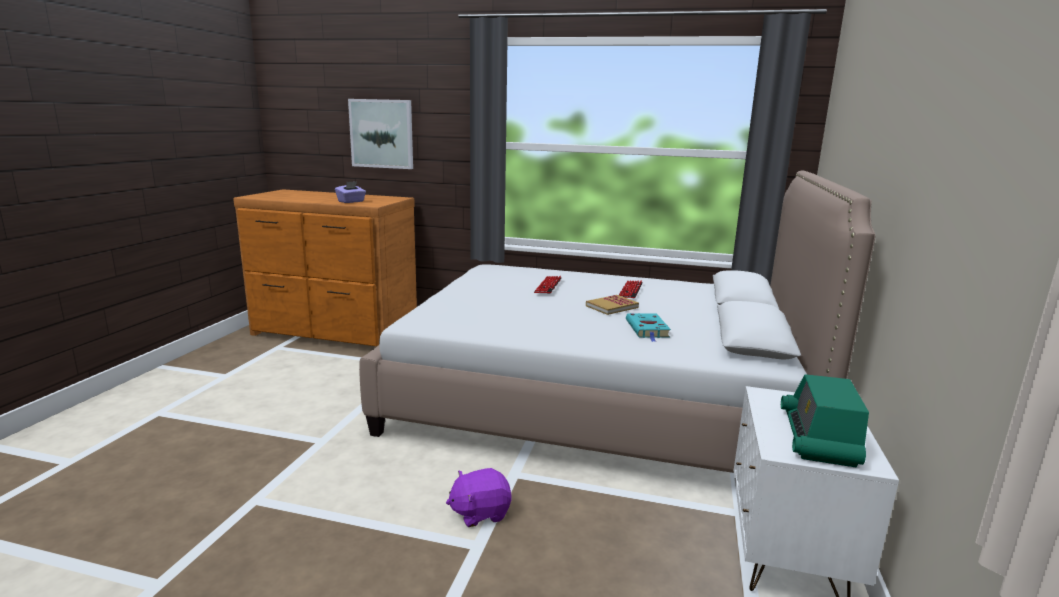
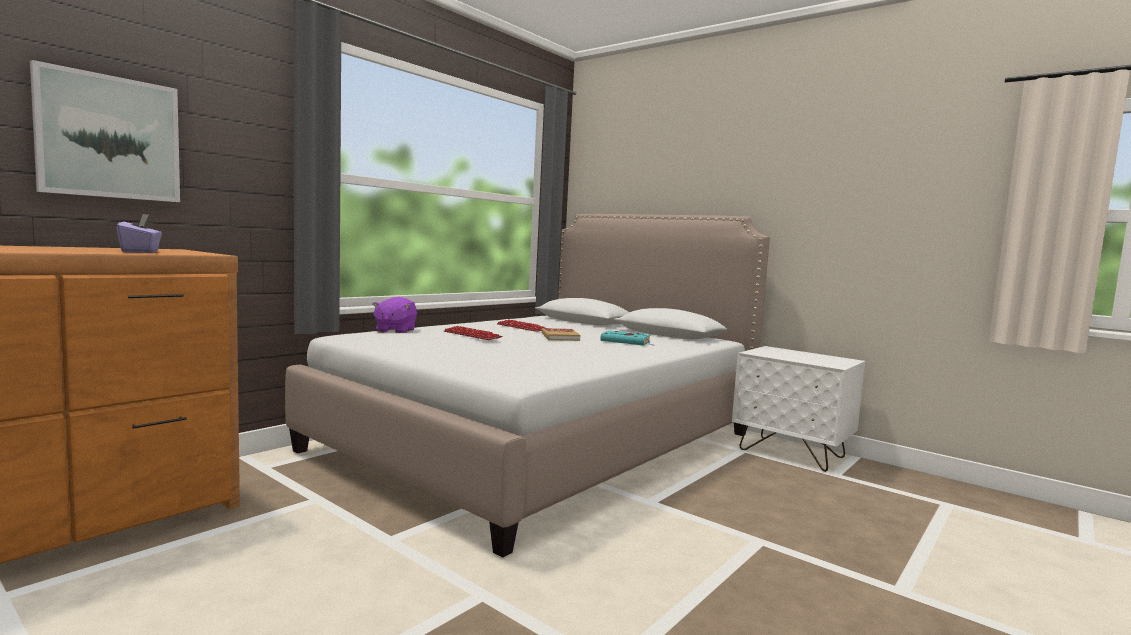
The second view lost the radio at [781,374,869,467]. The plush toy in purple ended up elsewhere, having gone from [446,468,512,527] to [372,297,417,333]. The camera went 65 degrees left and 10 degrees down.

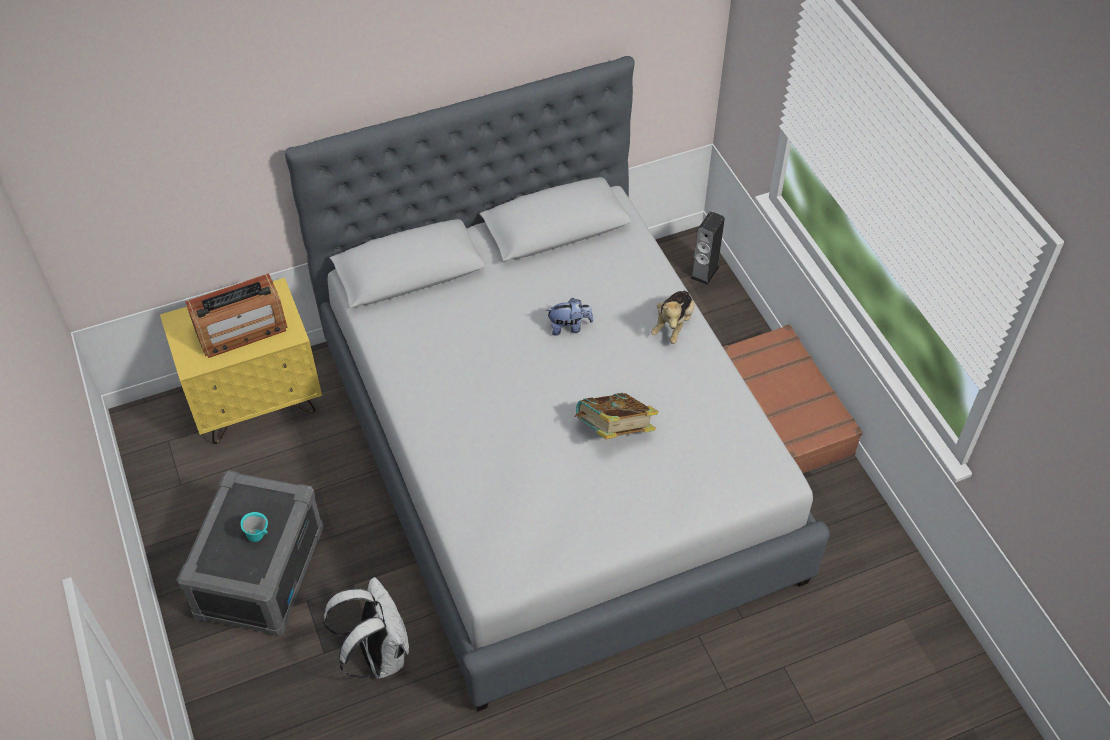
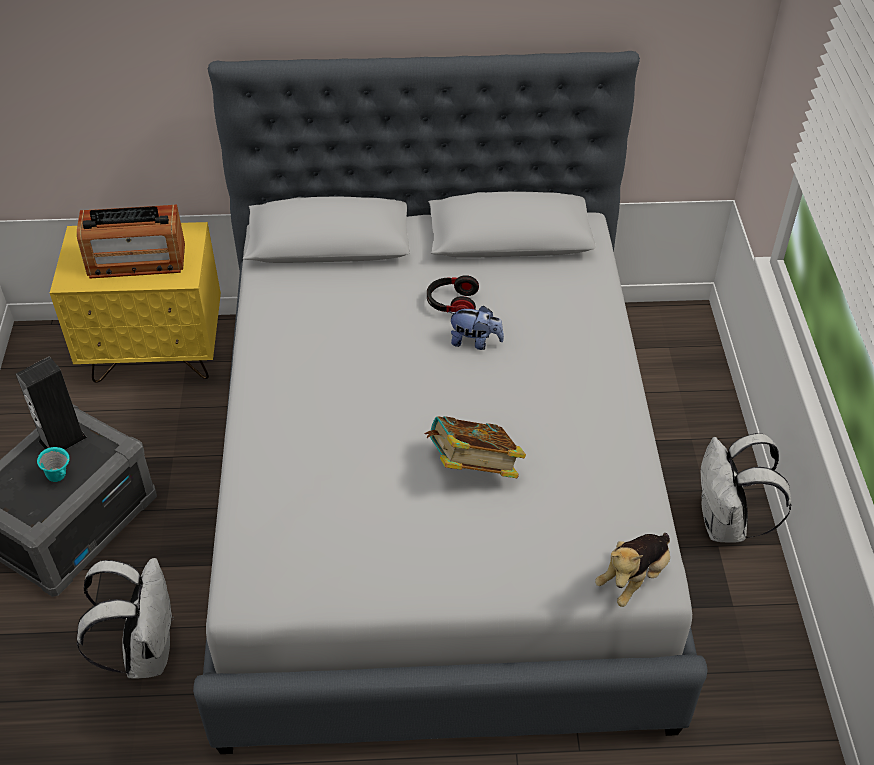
The second view gained the headphones at [427,275,479,313]. The plush toy ended up elsewhere, having gone from [651,291,695,344] to [595,533,670,607]. The speaker ended up elsewhere, having gone from [690,211,725,285] to [16,356,87,450]. Where the suitcase in brown stood at [723,324,863,473], the backpack in white came to stand at [701,433,791,542]. The camera went 20 degrees right and 5 degrees down.

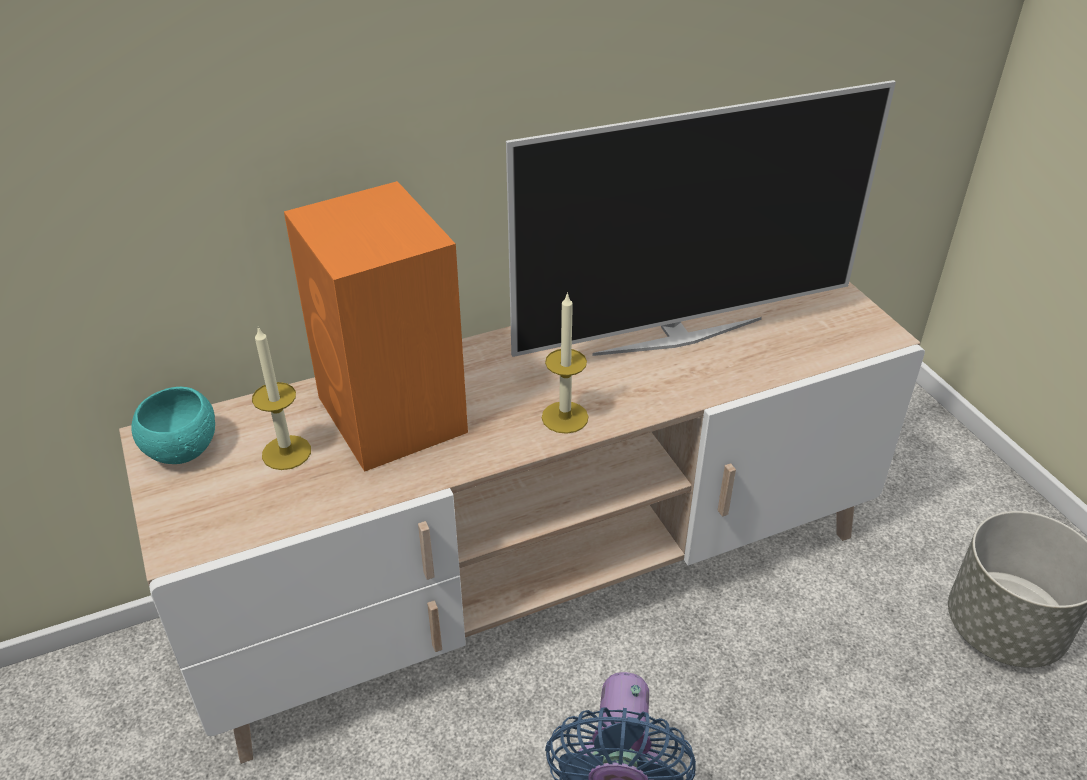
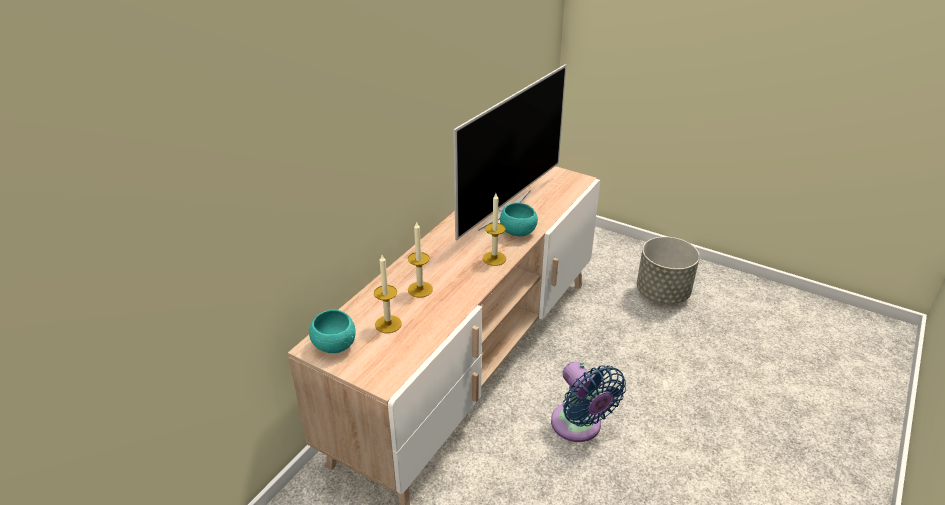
The second view gained the bowl in turquoise at [500,203,538,236]. Where the speaker in orange stood at [284,181,468,472], the candle came to stand at [408,222,433,298]. The camera went 35 degrees left and 5 degrees down.

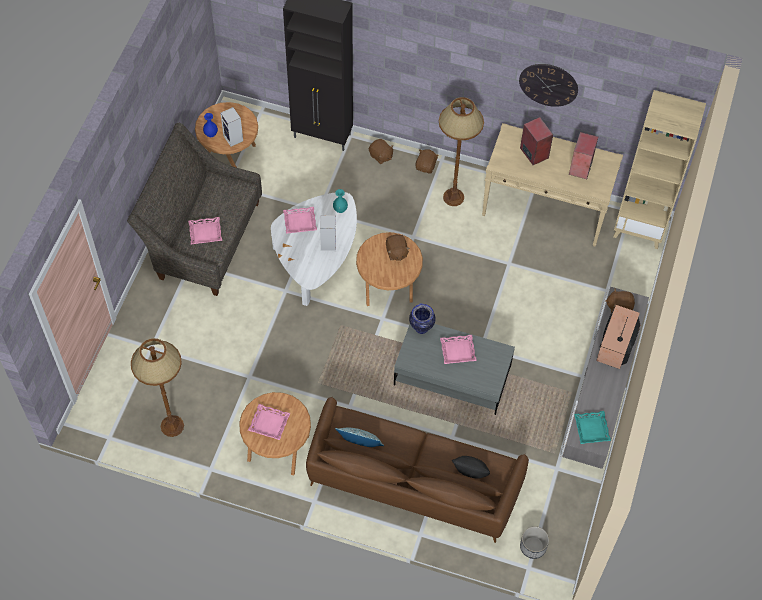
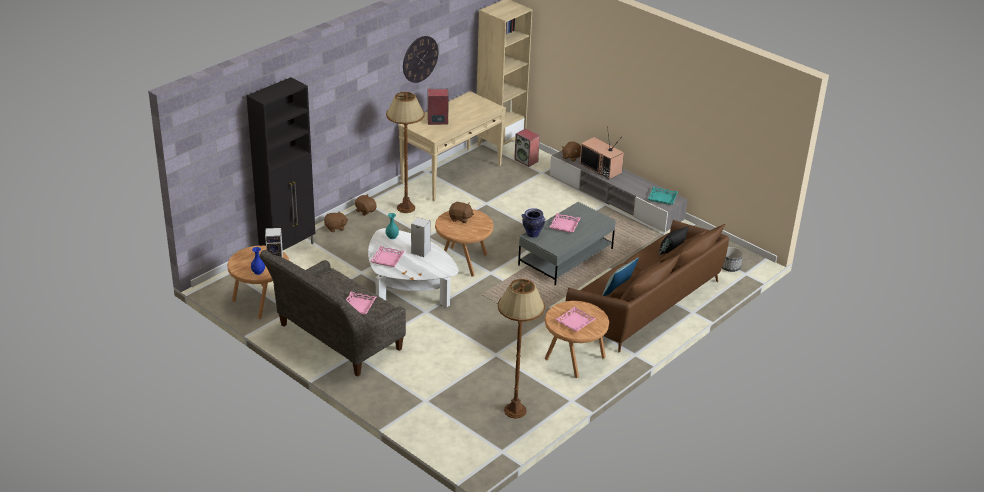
The speaker ended up elsewhere, having gone from [569,132,598,179] to [514,129,540,167]. The camera went 65 degrees left and 25 degrees down.

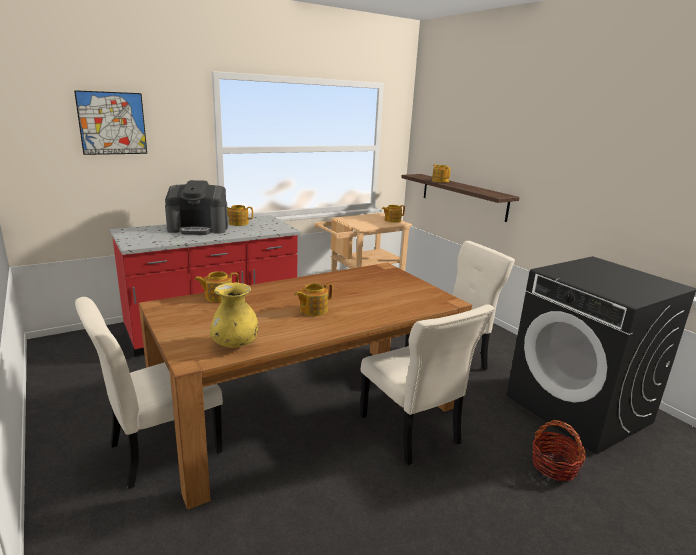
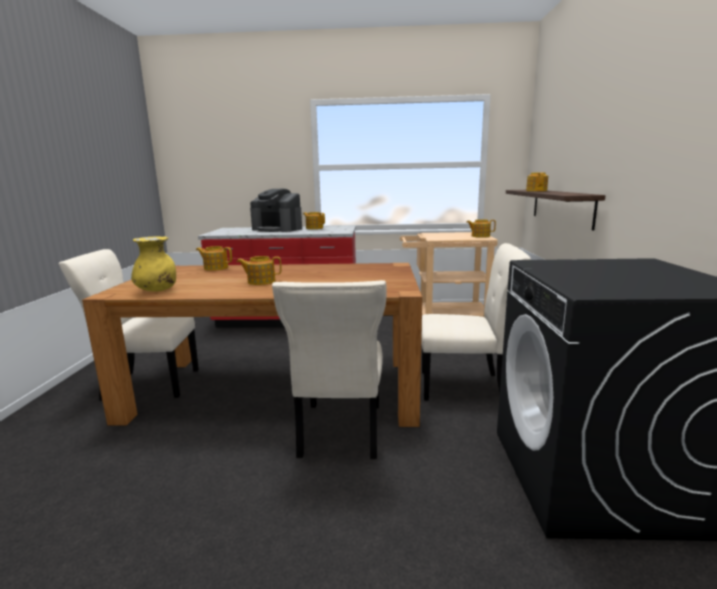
The second view lost the picture at [74,90,147,155]. The second view lost the basket at [532,420,586,481]. The camera went 35 degrees right and 5 degrees down.

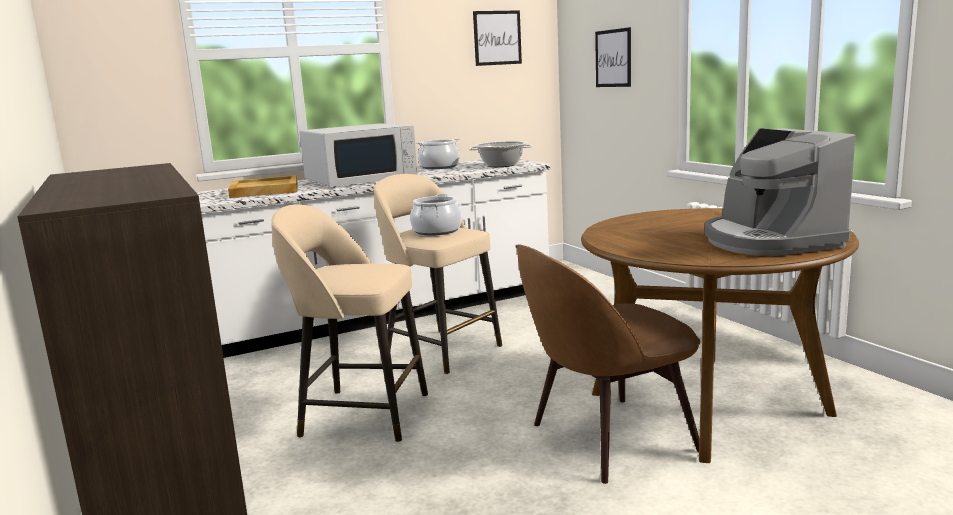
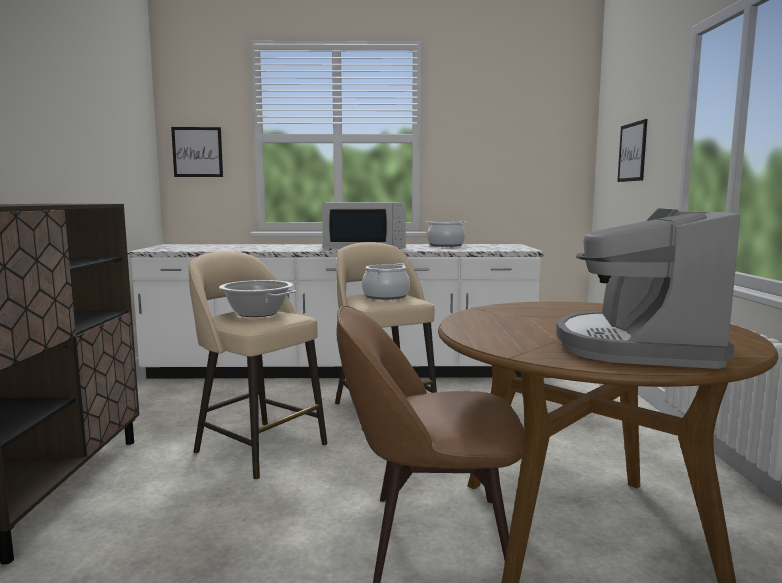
The second view lost the tray in beige at [228,175,298,198]. The cooking pot ended up elsewhere, having gone from [469,141,532,167] to [219,280,296,317]. The picture ended up elsewhere, having gone from [473,10,522,66] to [171,127,223,177]. The camera went 25 degrees right and 5 degrees down.

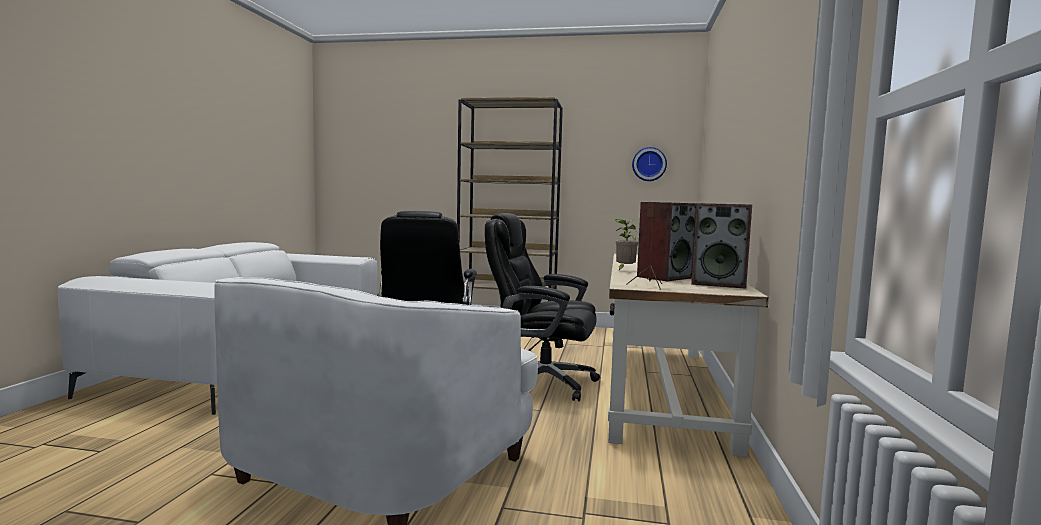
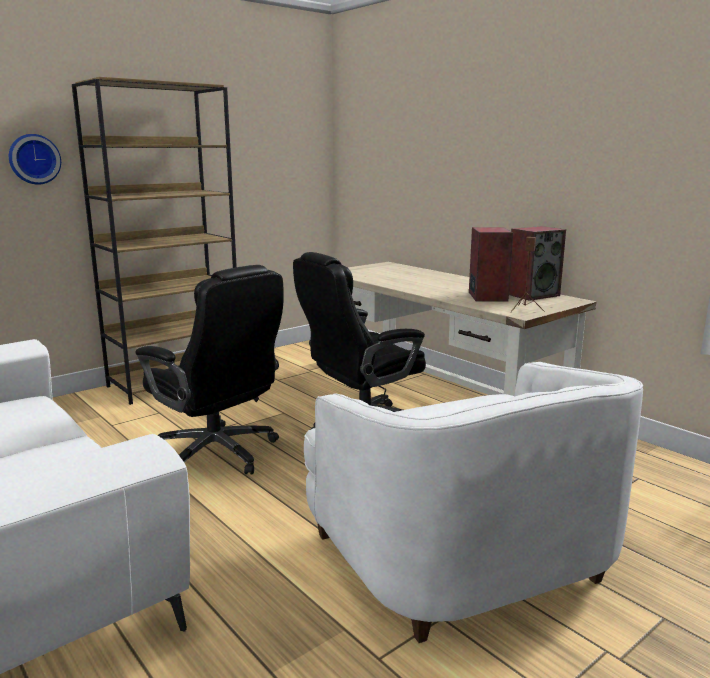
The second view lost the potted plant at [615,219,638,271]. The wall clock ended up elsewhere, having gone from [632,147,667,181] to [9,134,61,185]. The camera went 50 degrees left and 10 degrees up.

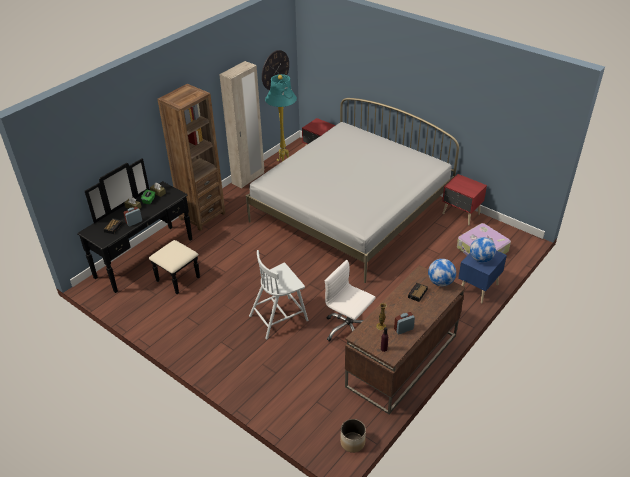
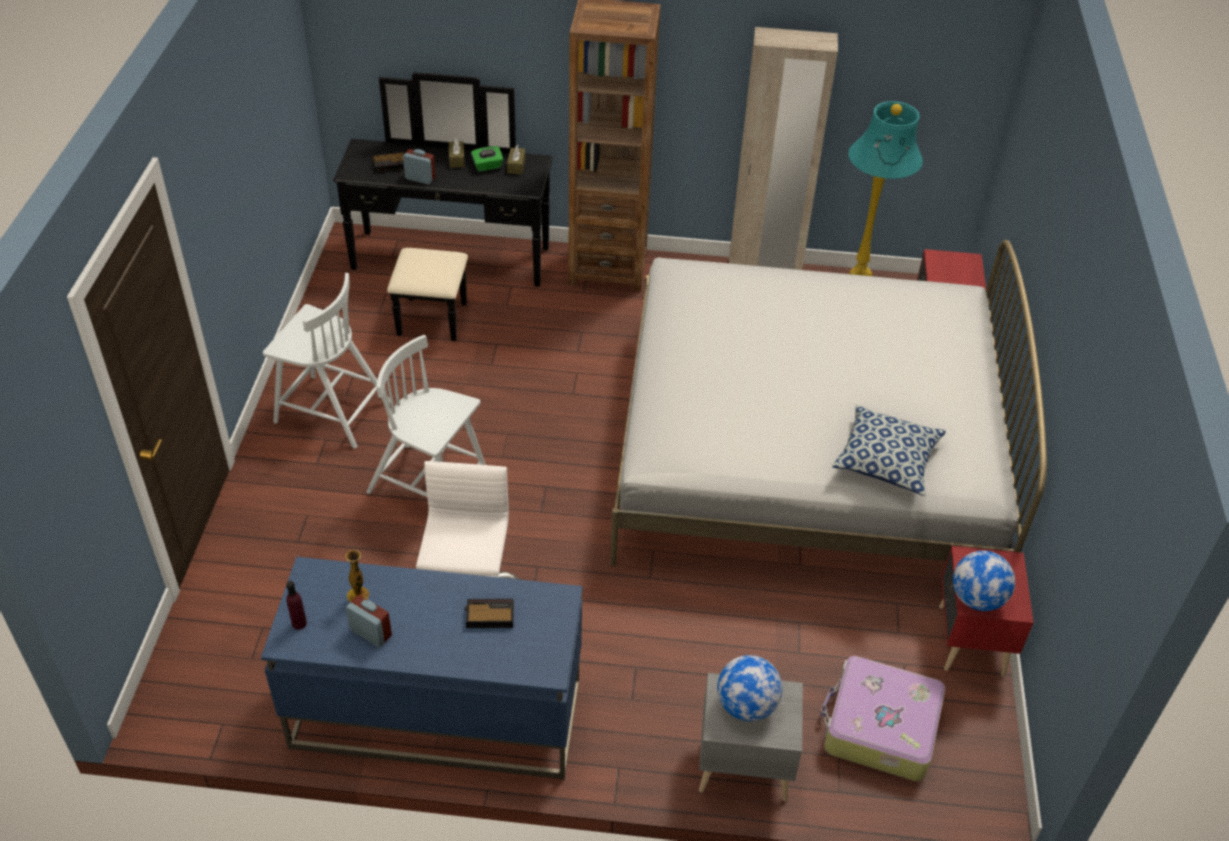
The second view lost the wall clock at [262,50,289,90]. The second view lost the planter at [340,419,366,453]. The second view gained the chair in white at [263,273,390,449]. The second view gained the pillow at [832,405,946,496]. The globe ended up elsewhere, having gone from [428,259,456,286] to [953,551,1015,611]. What was the desk in brown at [345,265,465,415] turned into the desk in blue at [261,557,583,780]. What was the nightstand in blue at [458,250,507,304] turned into the nightstand in grey at [699,673,803,802]. The camera went 55 degrees right and 5 degrees up.

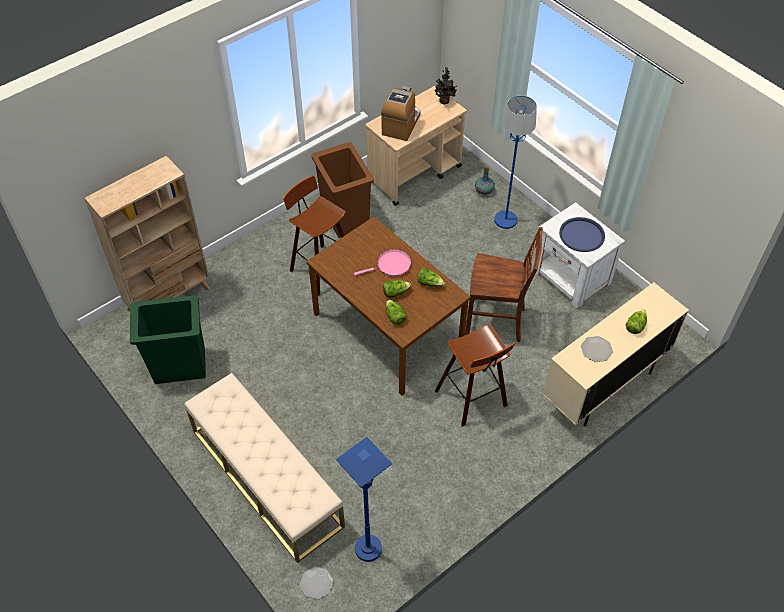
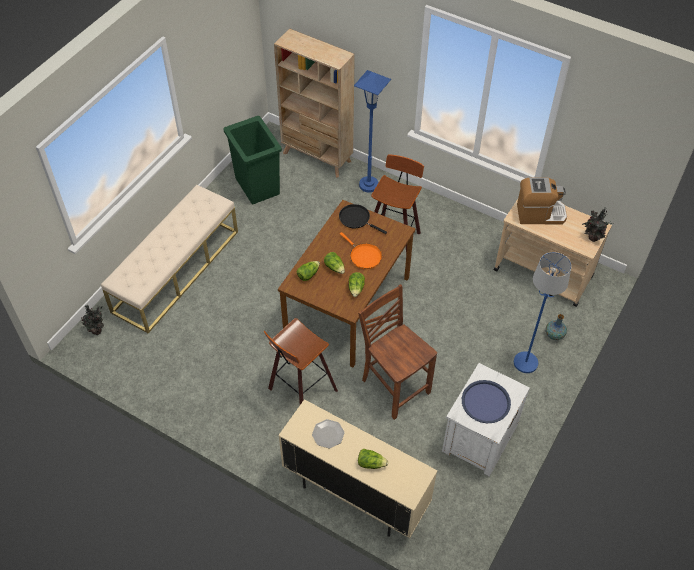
The second view lost the trash can in brown at [311,142,374,238]. The second view gained the frying pan in black at [339,204,387,234]. The floor lamp in blue ended up elsewhere, having gone from [336,437,392,562] to [354,70,391,193]. Where the plate stood at [300,567,333,599], the potted plant came to stand at [81,305,104,335]. What was the frying pan in pink at [354,249,411,277] turned into the frying pan in orange at [340,232,382,269]. The chair in brown at [465,227,543,342] ended up facing another way, 150 degrees clockwise from before. The camera went 70 degrees right and 0 degrees up.

